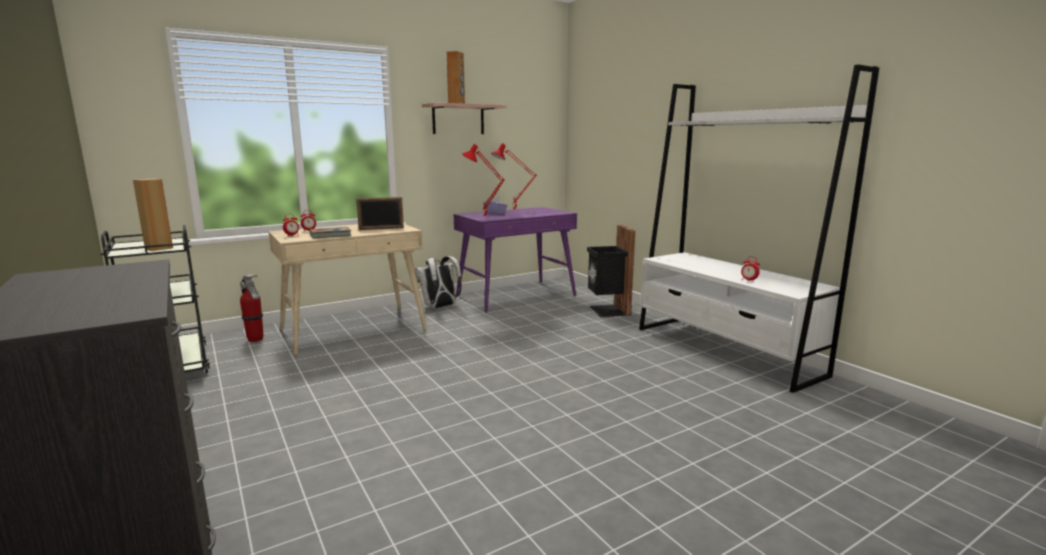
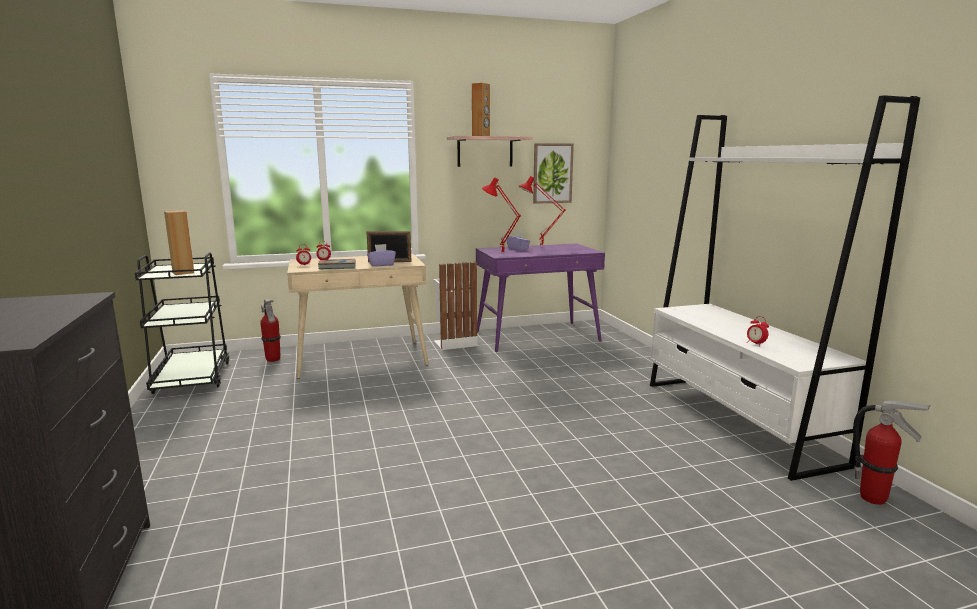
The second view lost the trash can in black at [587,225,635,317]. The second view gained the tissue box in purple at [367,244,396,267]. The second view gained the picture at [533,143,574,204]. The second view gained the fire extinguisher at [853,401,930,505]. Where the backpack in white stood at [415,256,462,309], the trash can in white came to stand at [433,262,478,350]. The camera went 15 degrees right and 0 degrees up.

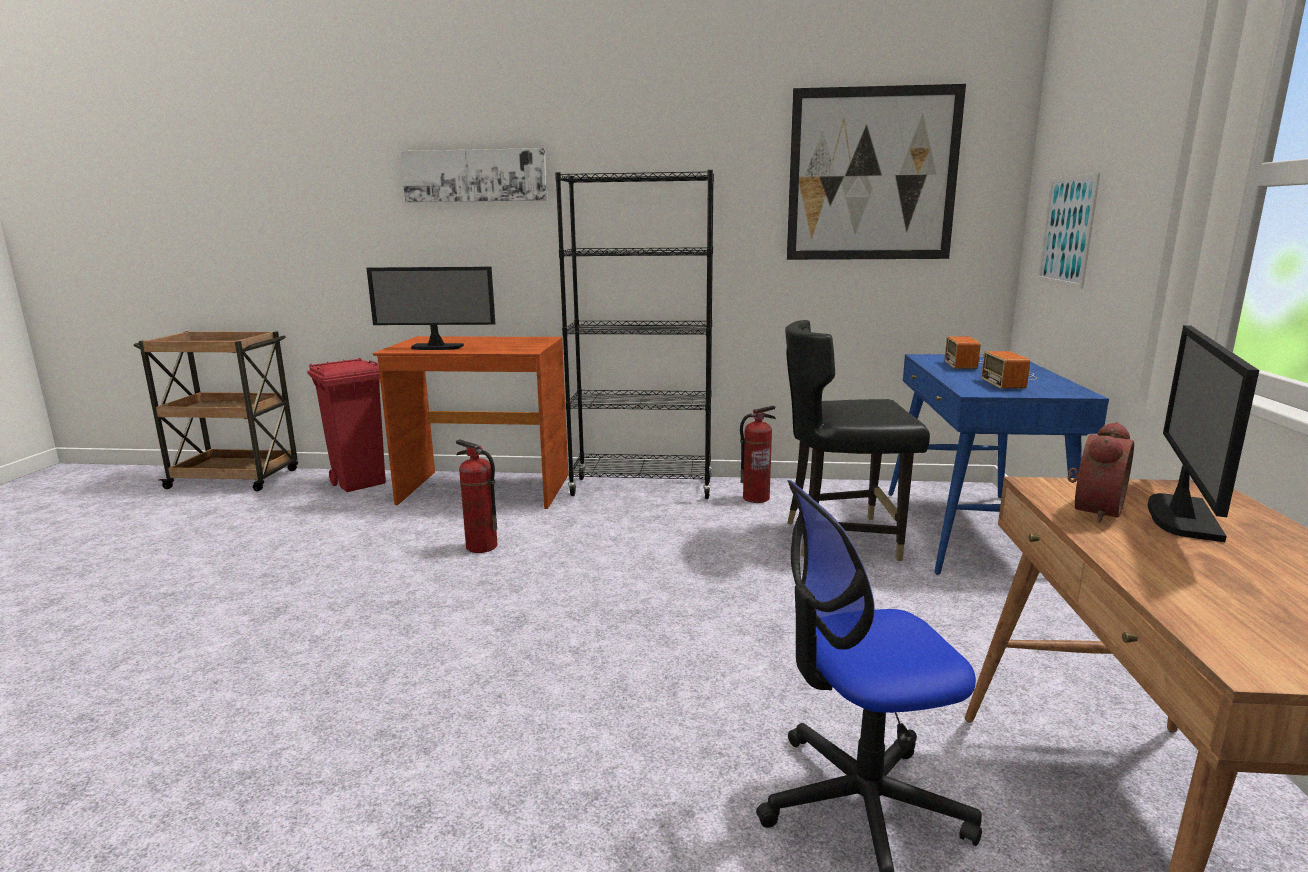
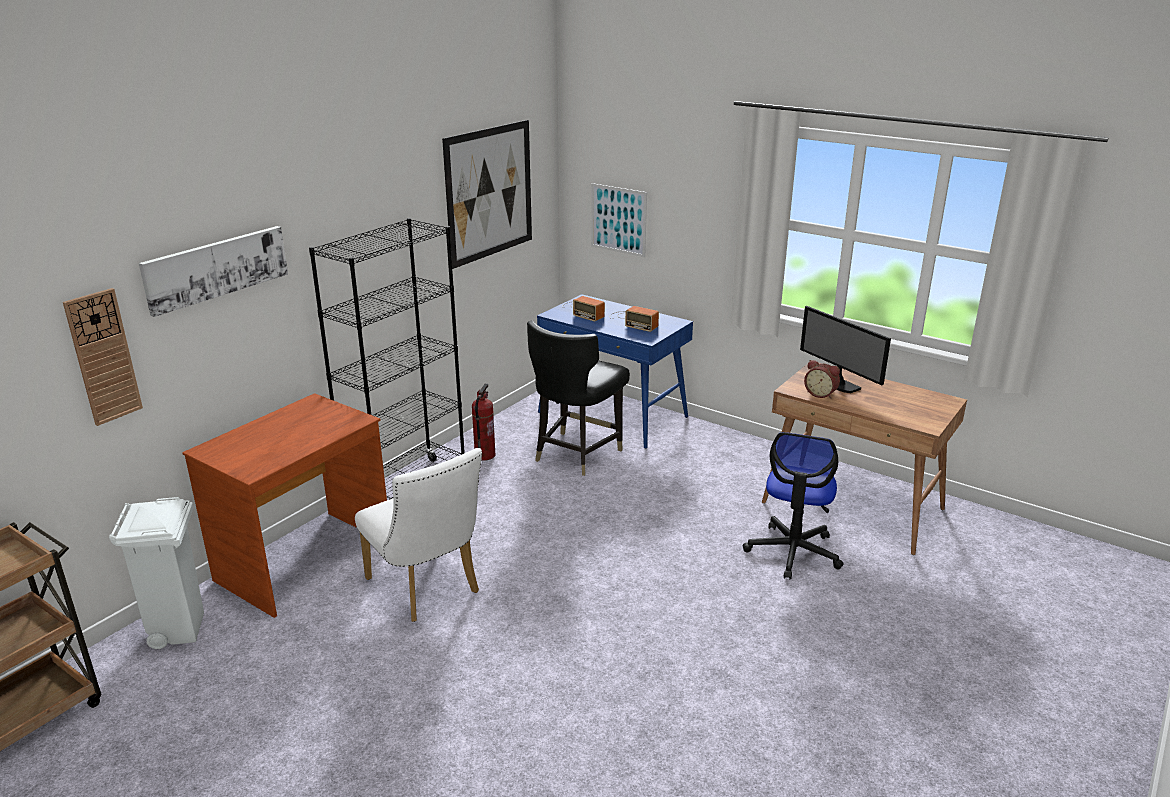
The second view lost the monitor at [367,267,496,350]. The second view gained the wall clock at [63,288,143,426]. Where the fire extinguisher stood at [456,439,497,553], the chair in white came to stand at [355,448,482,622]. What was the trash can in red at [307,358,386,492] turned into the trash can in white at [109,497,204,649]. The alarm clock at [1067,422,1134,523] ended up facing another way, 150 degrees clockwise from before. The camera went 60 degrees left and 10 degrees up.

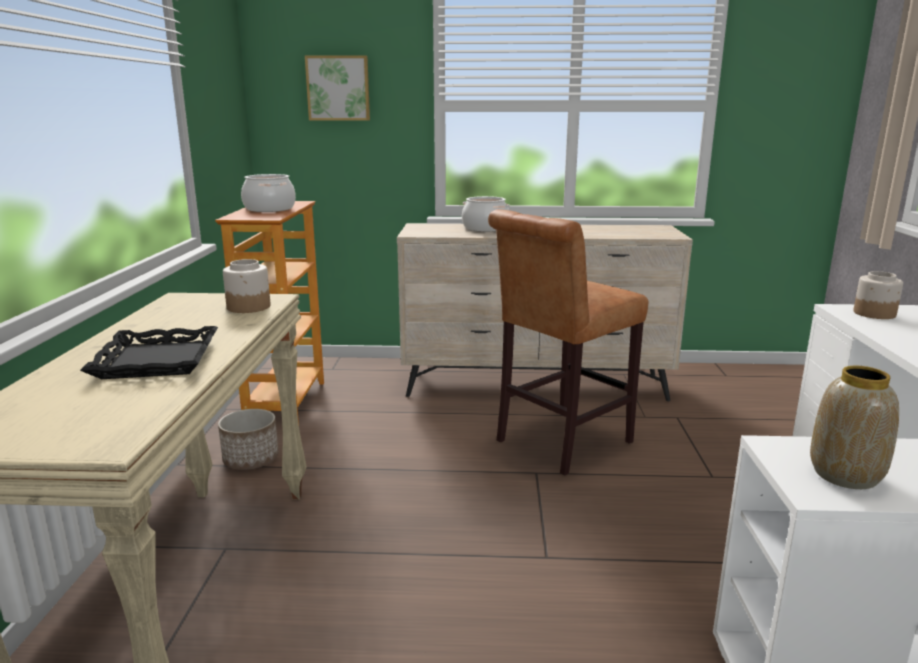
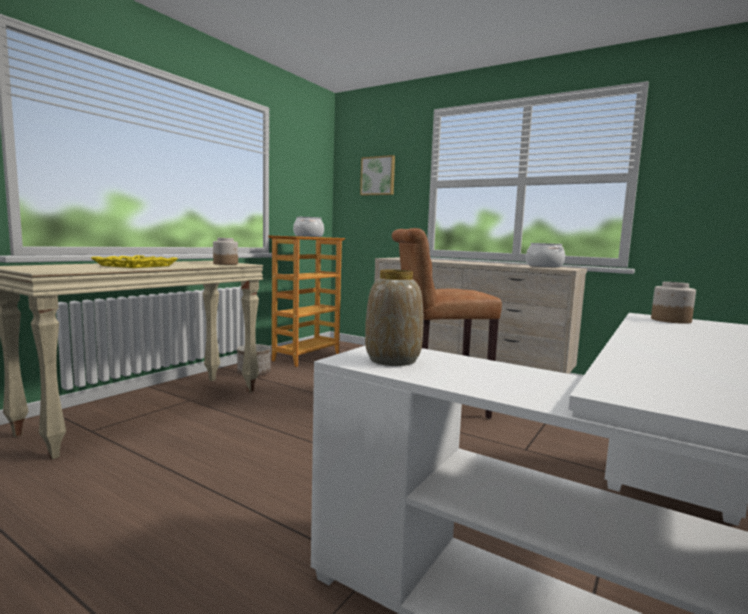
The cooking pot ended up elsewhere, having gone from [462,196,510,232] to [526,243,565,267]. What was the tray in black at [80,326,218,379] turned into the tray in yellow at [91,255,178,268]. The camera went 30 degrees right and 10 degrees down.

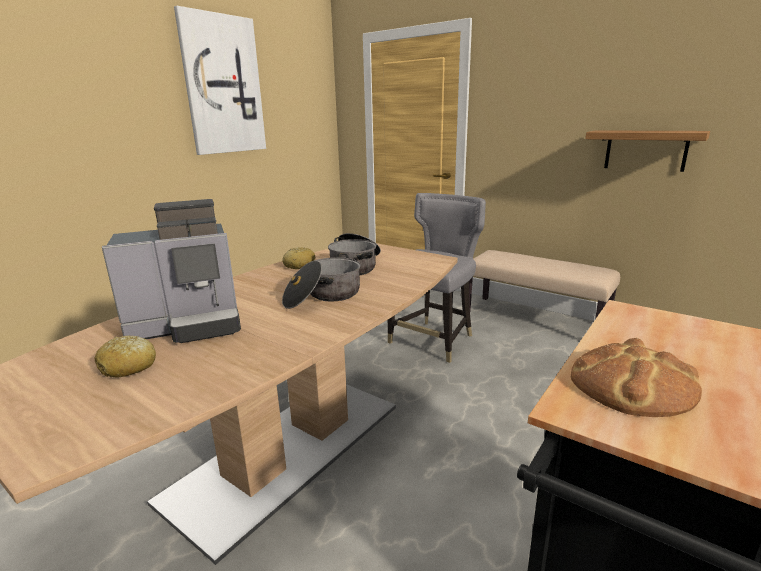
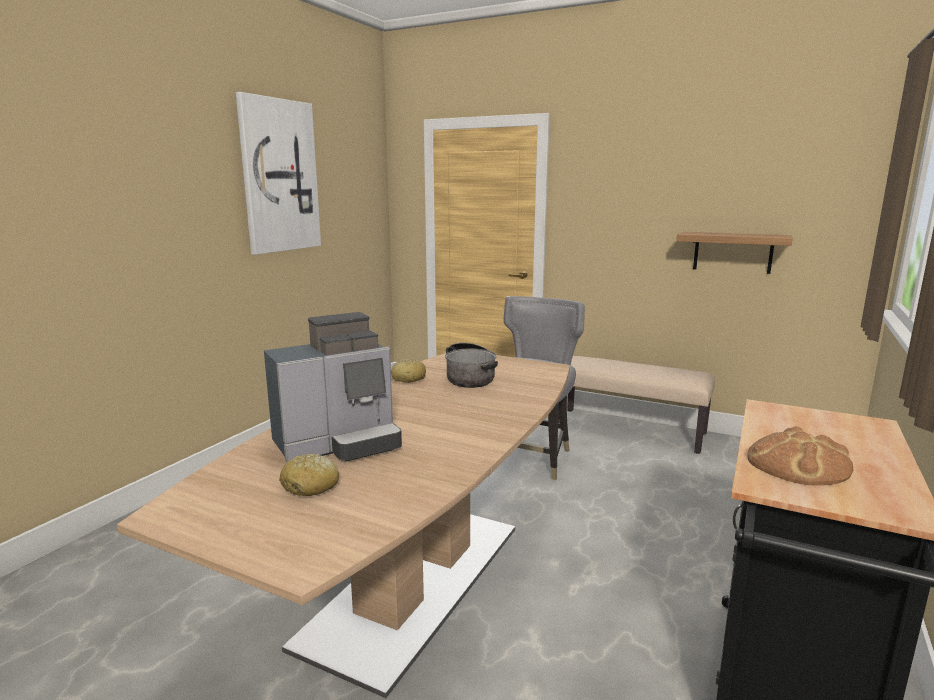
The second view lost the cooking pot at [282,253,361,309]. The camera went 10 degrees left and 5 degrees down.

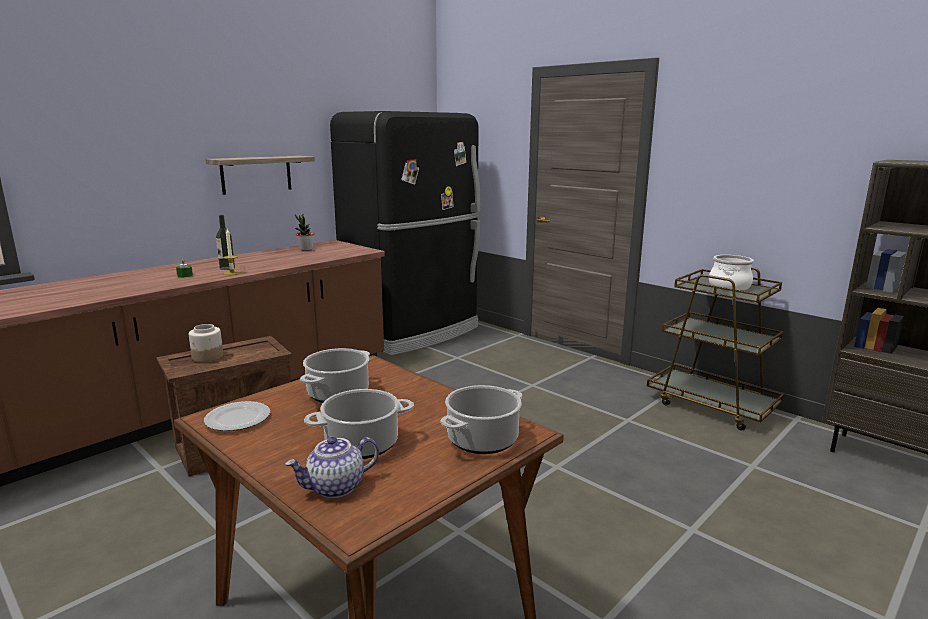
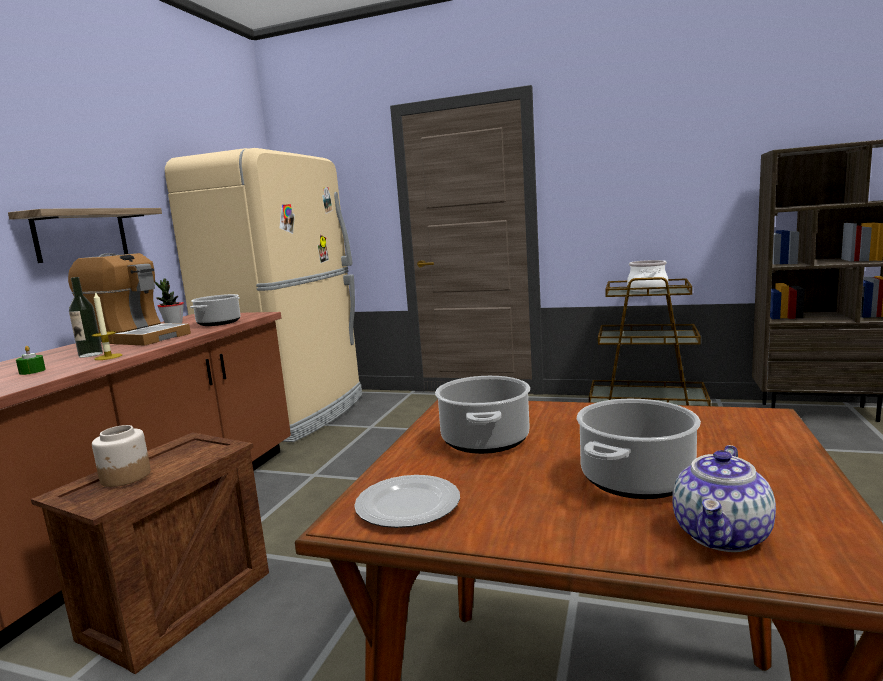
The second view gained the coffee machine at [68,253,191,346]. The cooking pot ended up elsewhere, having gone from [440,385,522,454] to [190,294,241,326]. What was the fridge in black at [330,111,481,355] turned into the fridge in beige at [165,148,362,442]. The camera went 25 degrees left and 5 degrees down.

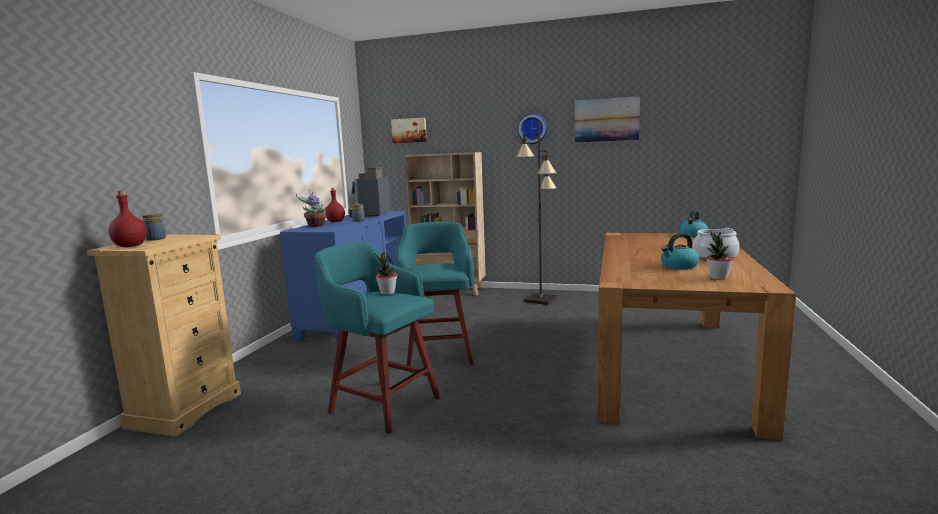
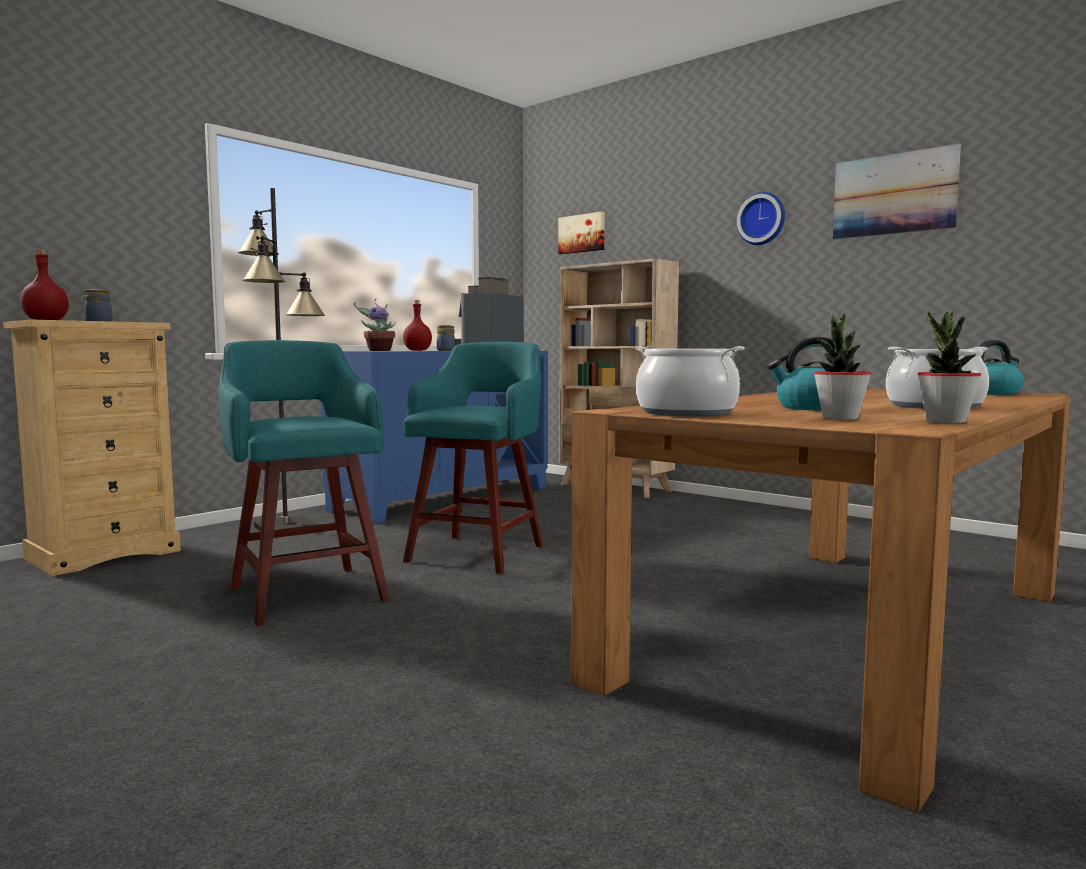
The second view gained the cooking pot at [635,346,745,417]. The potted plant ended up elsewhere, having gone from [375,252,398,295] to [918,312,981,423]. The floor lamp in black ended up elsewhere, having gone from [515,123,558,305] to [238,188,325,532]. The camera went 25 degrees right and 5 degrees down.

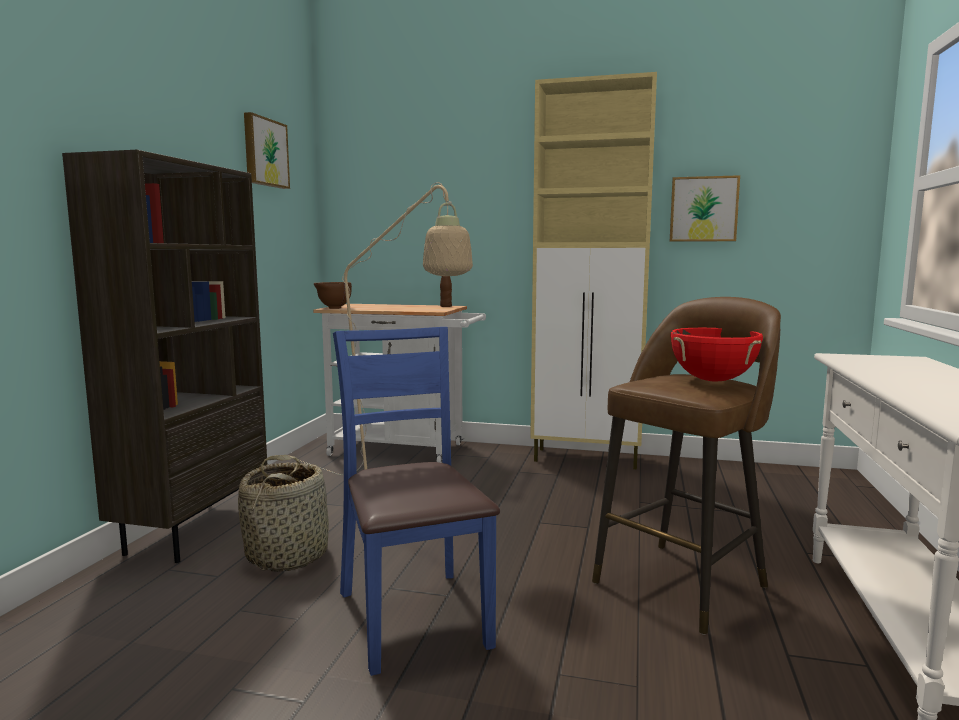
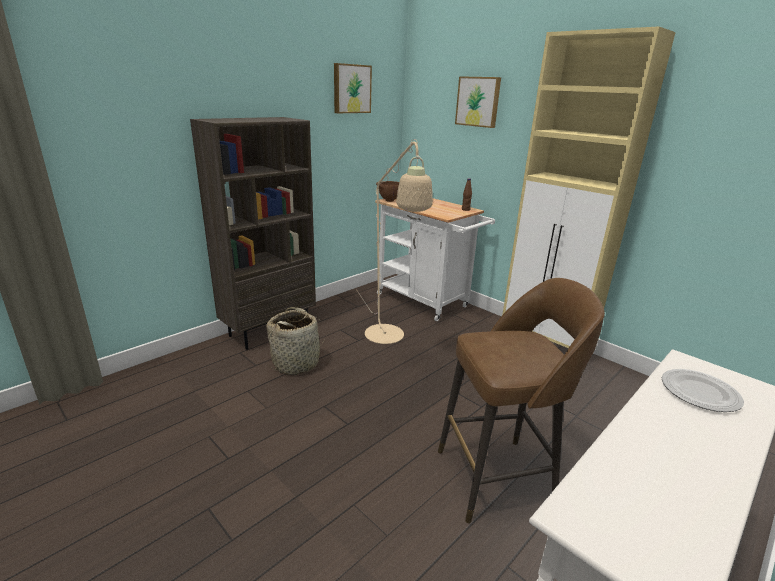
The second view lost the chair in blue at [333,327,500,676]. The second view lost the cooking pot in red at [670,328,763,382]. The second view gained the plate at [662,369,744,412]. The picture ended up elsewhere, having gone from [670,175,740,242] to [455,76,501,128]. The camera went 30 degrees right and 15 degrees up.

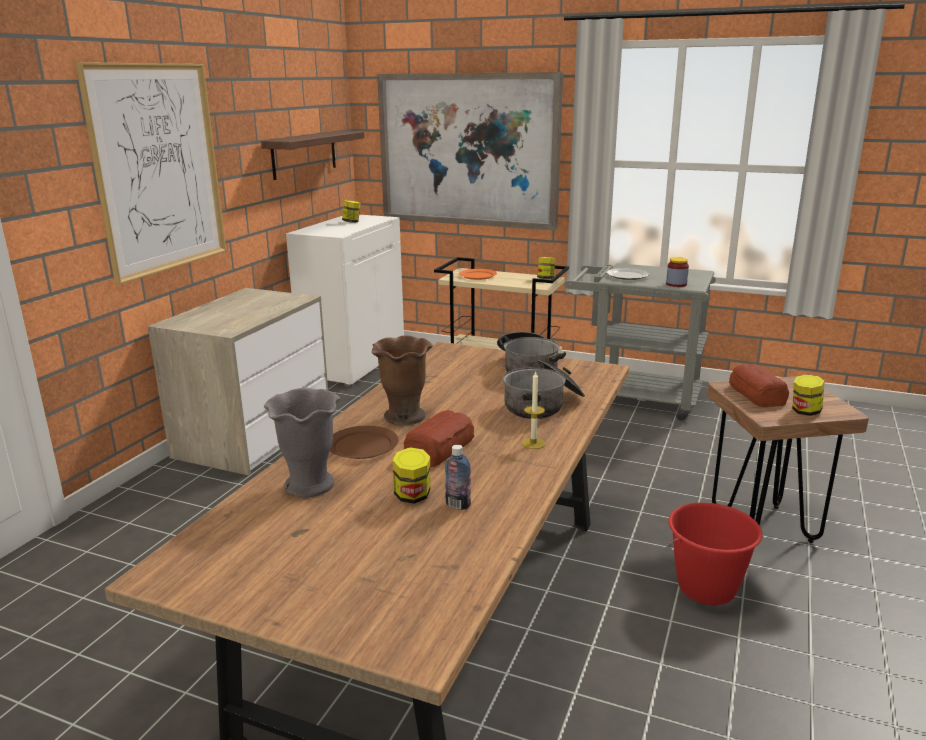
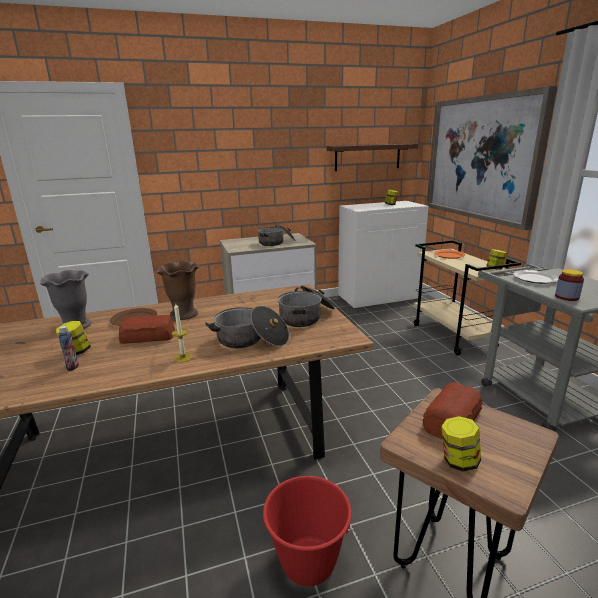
The second view lost the picture at [75,62,226,285]. The second view gained the cooking pot at [257,224,295,246]. The camera went 50 degrees right and 0 degrees up.

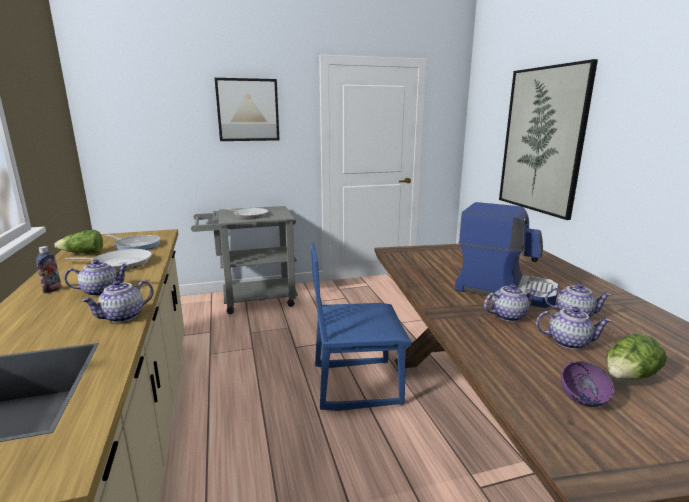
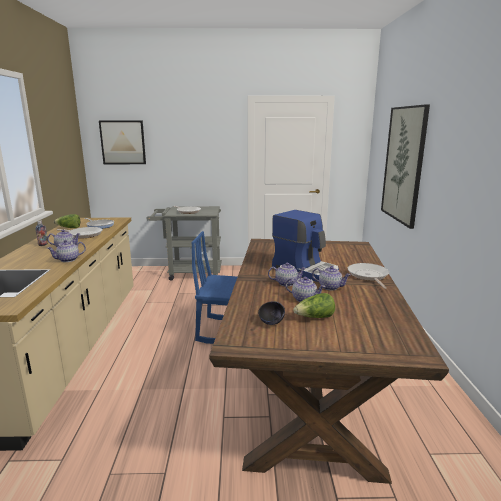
The second view gained the frying pan at [348,263,389,289]. The picture ended up elsewhere, having gone from [215,78,280,141] to [99,121,146,164]. What was the bowl in purple at [561,361,614,407] turned into the bowl in black at [258,301,285,325]. The camera went 15 degrees right and 0 degrees up.

